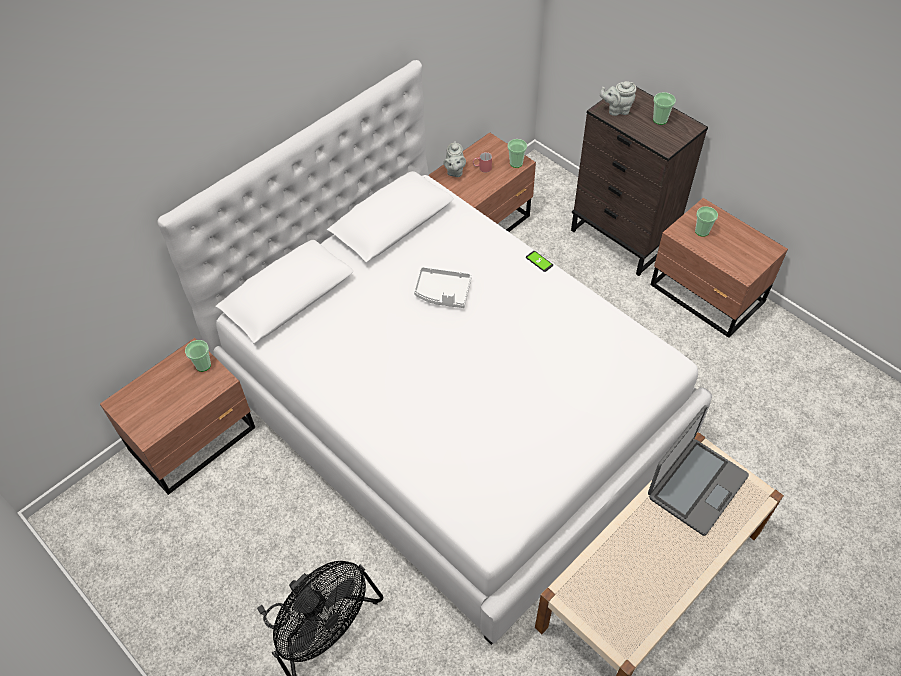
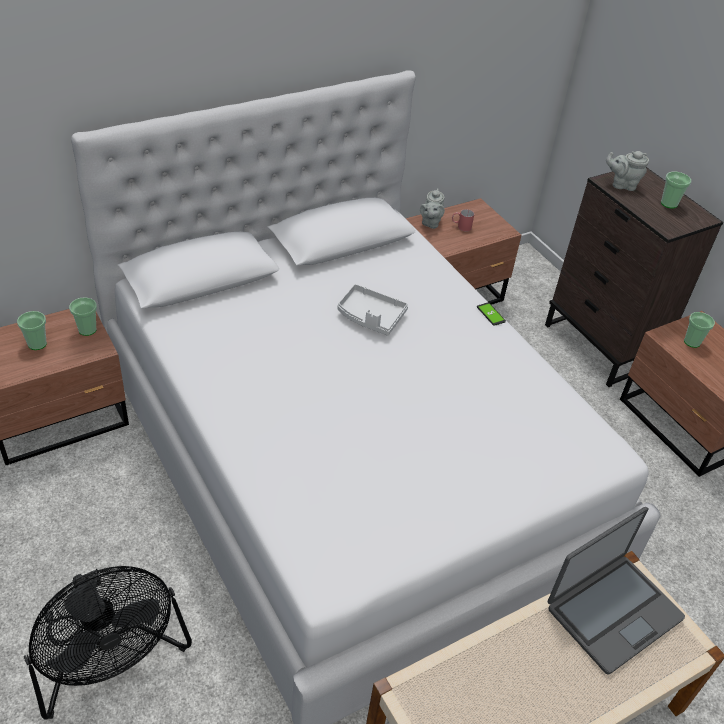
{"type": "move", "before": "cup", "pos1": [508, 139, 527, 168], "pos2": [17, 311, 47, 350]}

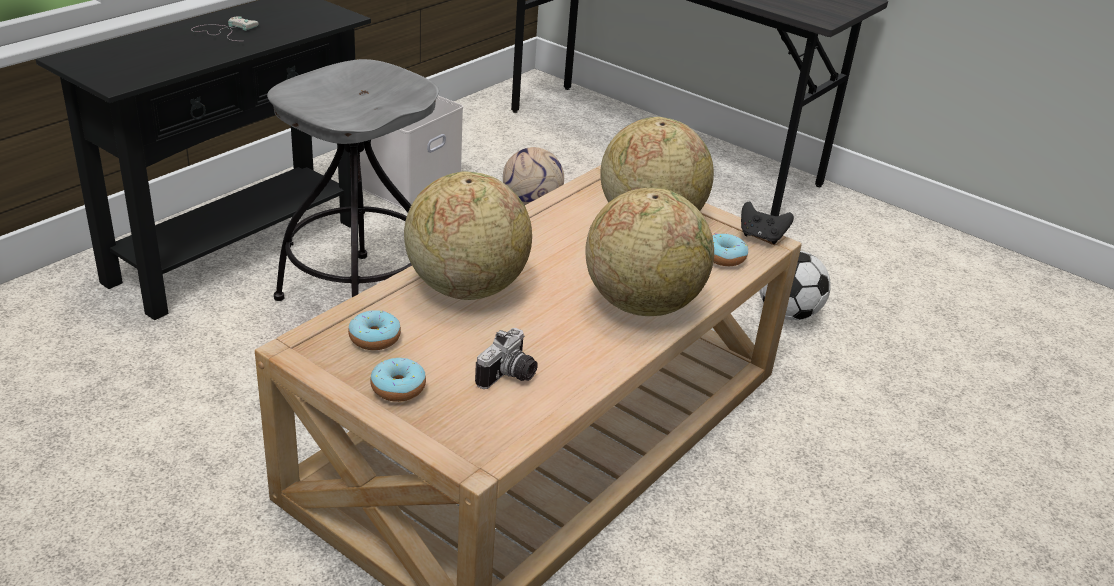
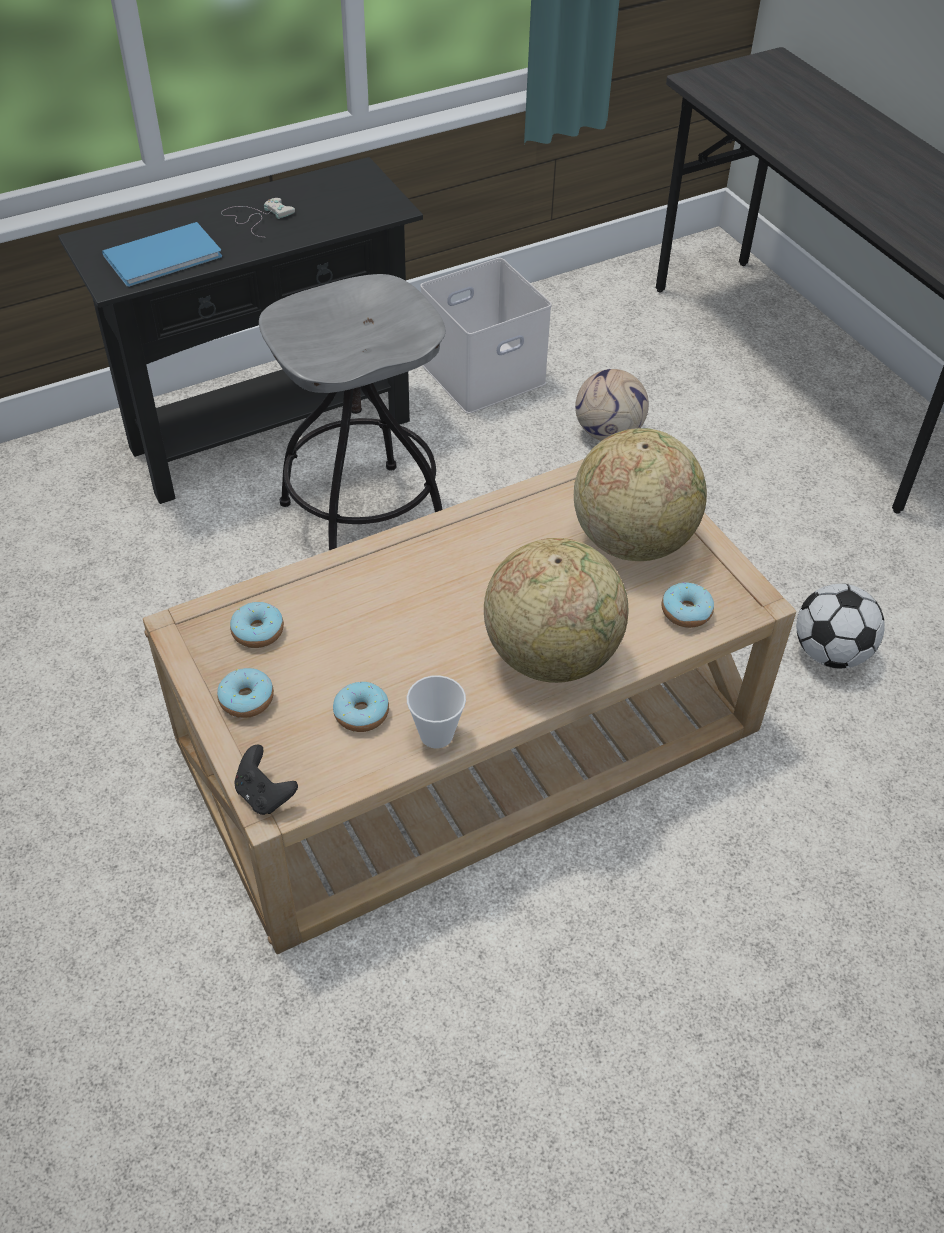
{"type": "delete", "before": "globe", "pos1": [404, 171, 532, 300]}
{"type": "insert", "after": "book (blue)", "pos2": [102, 222, 222, 287]}
{"type": "insert", "after": "cup", "pos2": [407, 675, 466, 749]}
{"type": "move", "before": "game controller (black)", "pos1": [741, 202, 794, 244], "pos2": [234, 745, 298, 815]}
{"type": "replace", "before": "photo camera", "after": "donut", "pos1": [475, 328, 538, 389], "pos2": [333, 682, 389, 732]}

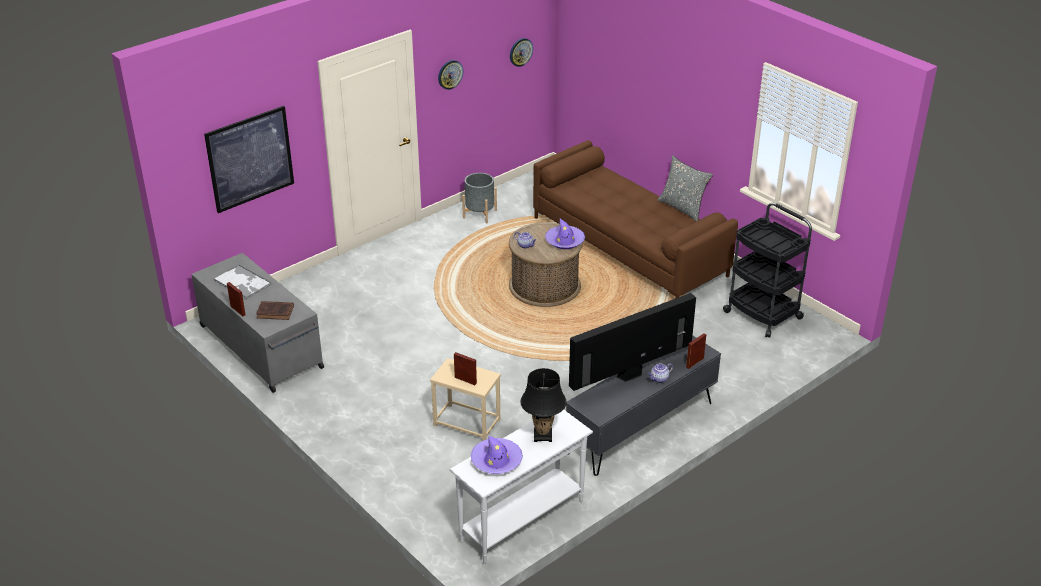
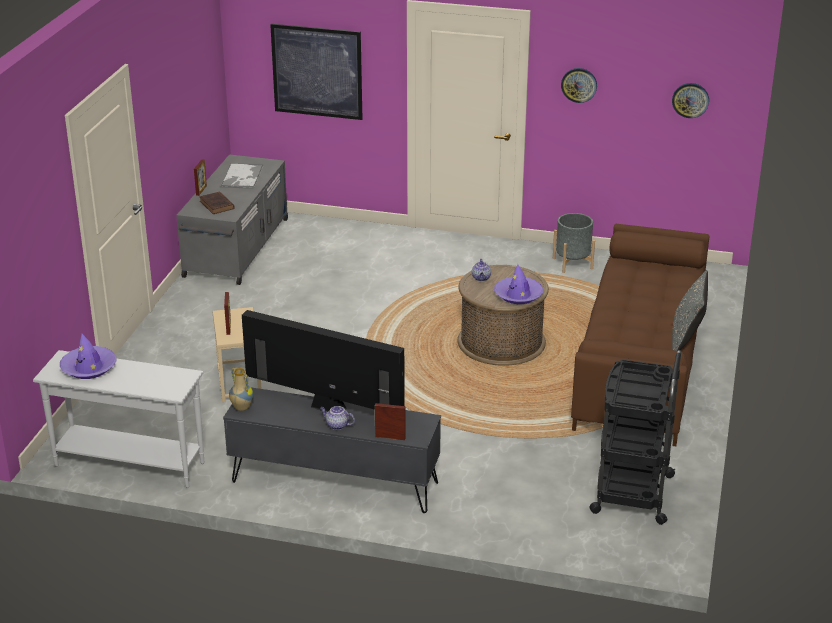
{"type": "delete", "before": "table lamp (black)", "pos1": [520, 368, 566, 442]}
{"type": "insert", "after": "vase", "pos2": [229, 368, 254, 411]}

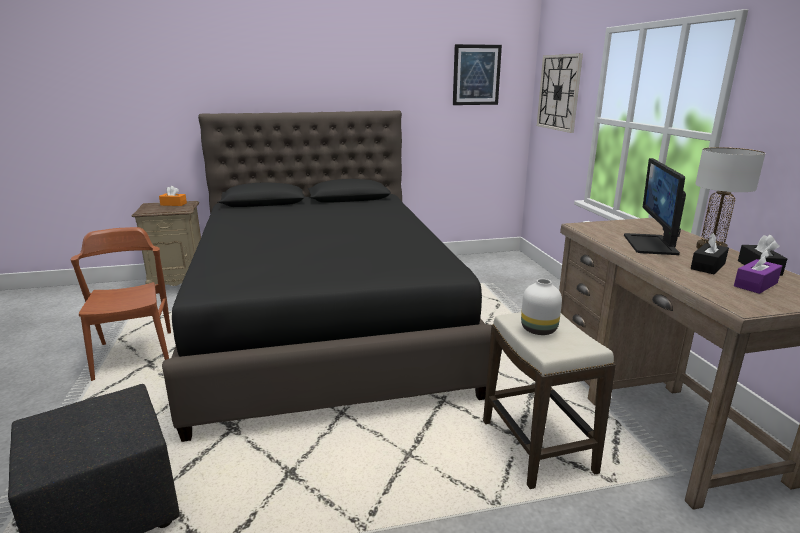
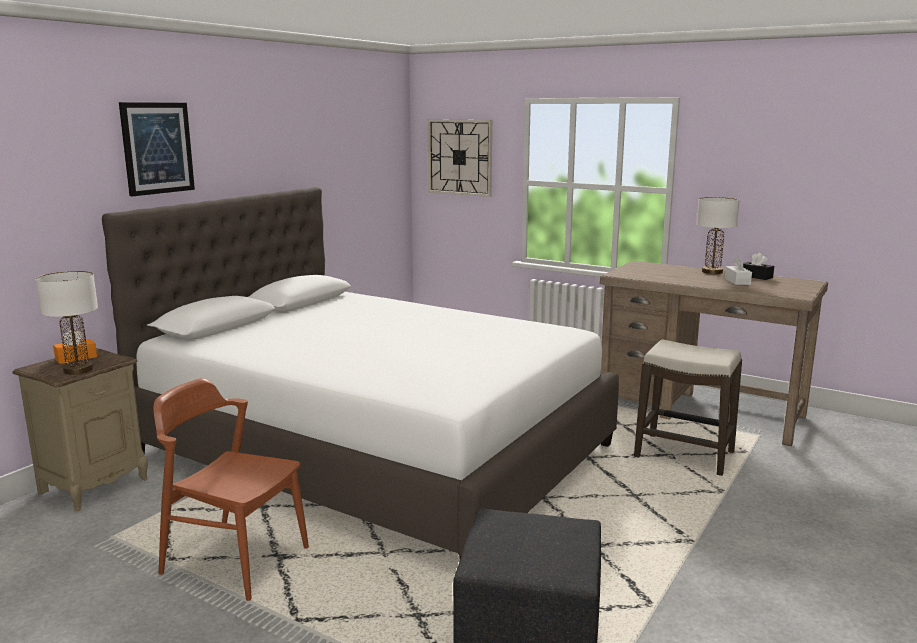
{"type": "delete", "before": "vase (white)", "pos1": [521, 279, 562, 335]}
{"type": "delete", "before": "monitor", "pos1": [624, 158, 686, 255]}
{"type": "delete", "before": "tissue box (purple)", "pos1": [734, 249, 782, 294]}
{"type": "insert", "after": "table lamp", "pos2": [36, 271, 98, 375]}
{"type": "move", "before": "picture", "pos1": [453, 44, 502, 105], "pos2": [119, 102, 195, 196]}
{"type": "recolor", "before": "bed (black)", "after": "bed (white)", "pos1": [162, 110, 492, 442], "pos2": [102, 187, 619, 559]}
{"type": "recolor", "before": "tissue box (black)", "after": "tissue box (white)", "pos1": [690, 233, 729, 274], "pos2": [725, 257, 752, 285]}

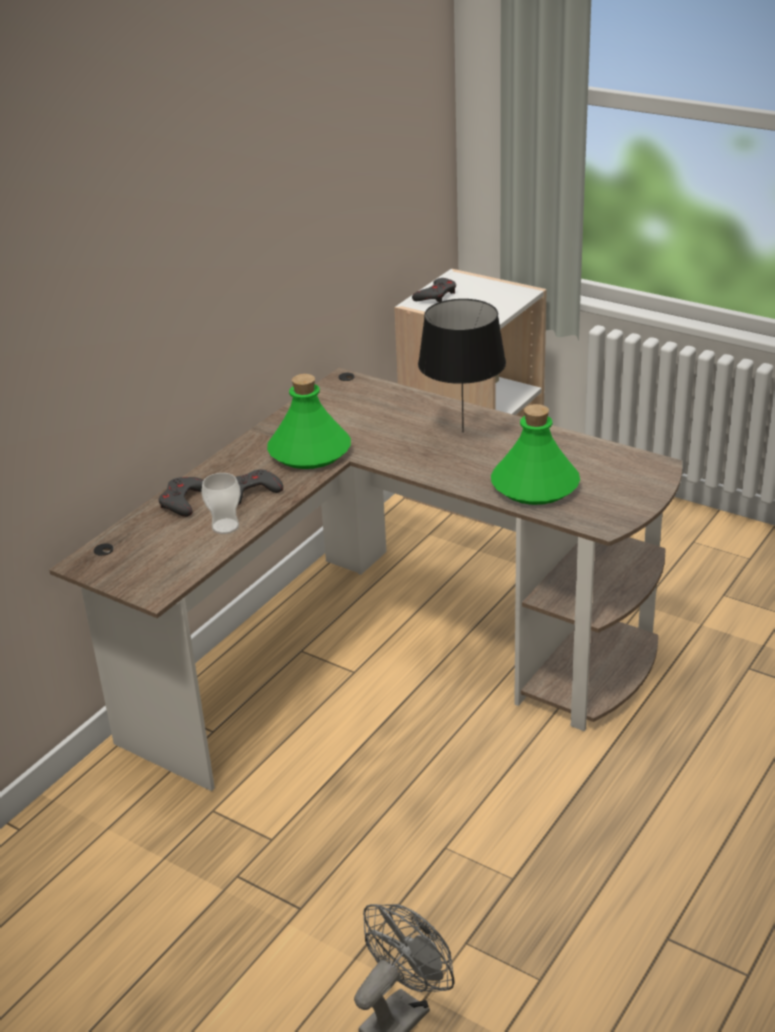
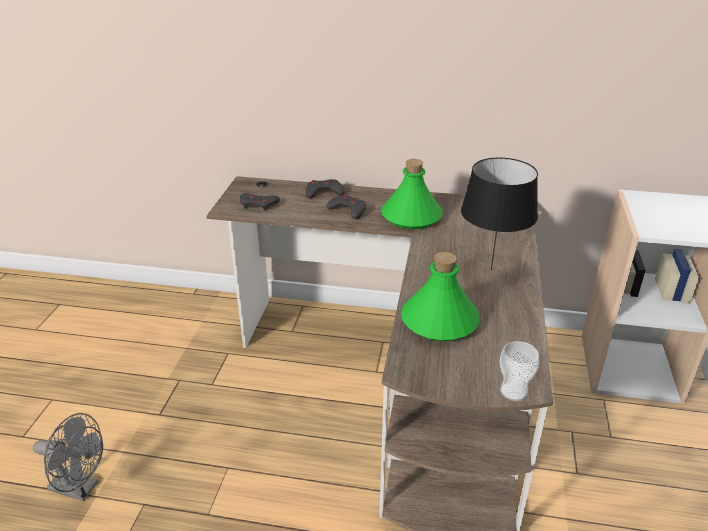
{"type": "move", "before": "cup", "pos1": [201, 473, 241, 534], "pos2": [500, 341, 539, 401]}
{"type": "move", "before": "game controller (grey)", "pos1": [412, 278, 456, 302], "pos2": [240, 193, 280, 211]}

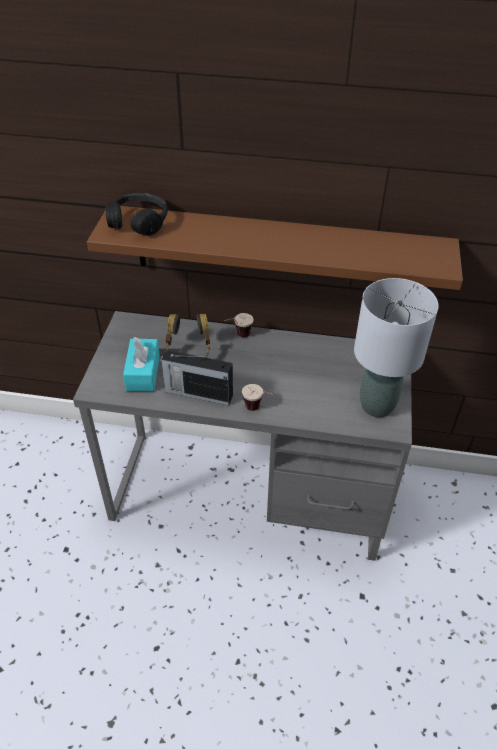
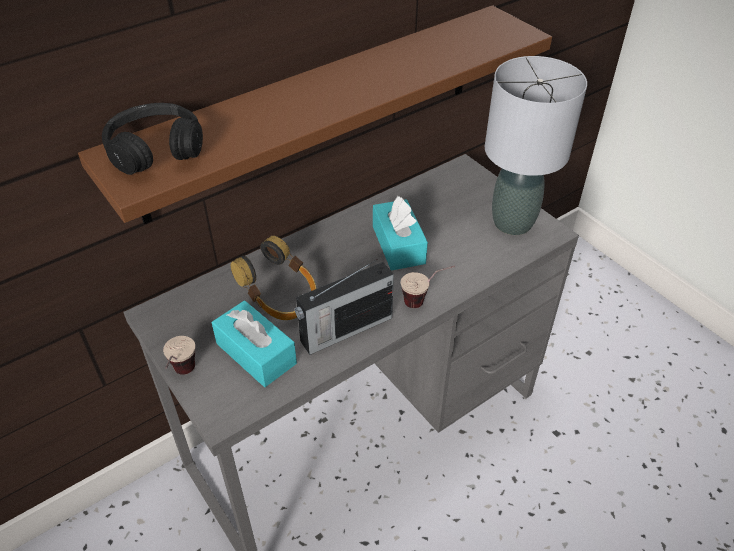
{"type": "insert", "after": "tissue box (turquoise)", "pos2": [373, 196, 428, 271]}
{"type": "move", "before": "cup", "pos1": [224, 313, 253, 337], "pos2": [163, 336, 195, 375]}

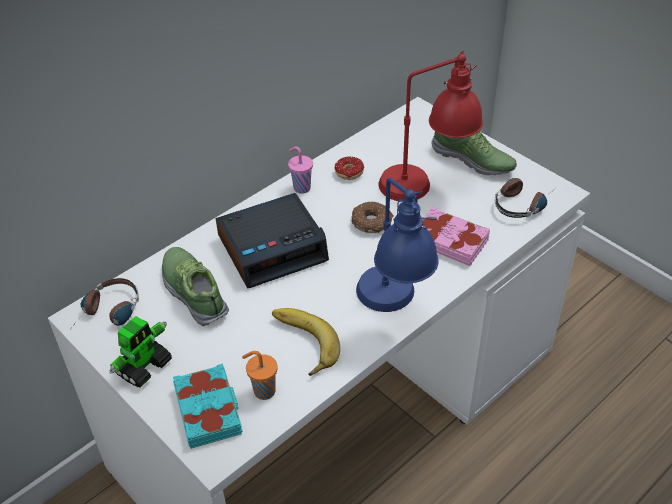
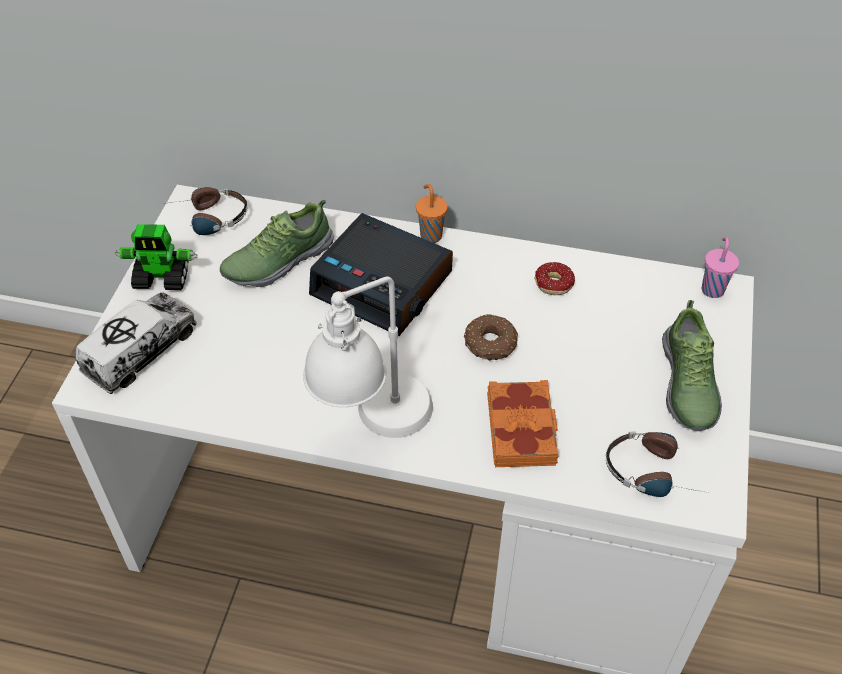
{"type": "delete", "before": "banana", "pos1": [272, 308, 340, 376]}
{"type": "delete", "before": "table lamp (red)", "pos1": [379, 51, 483, 201]}
{"type": "move", "before": "cup (orange)", "pos1": [242, 351, 278, 400], "pos2": [416, 184, 448, 243]}
{"type": "move", "before": "cup (pink)", "pos1": [288, 146, 313, 194], "pos2": [702, 237, 739, 298]}
{"type": "replace", "before": "book (turquoise)", "after": "toy truck", "pos1": [173, 364, 242, 449], "pos2": [76, 292, 196, 394]}
{"type": "recolor", "before": "table lamp (blue)", "after": "table lamp (white)", "pos1": [356, 178, 439, 312], "pos2": [303, 277, 433, 438]}
{"type": "recolor", "before": "book (pink)", "after": "book (orange)", "pos1": [423, 207, 490, 266], "pos2": [487, 380, 559, 467]}
{"type": "rotate", "before": "shoe", "pos1": [162, 247, 229, 326], "pos2": [220, 200, 334, 287], "turn": -150}

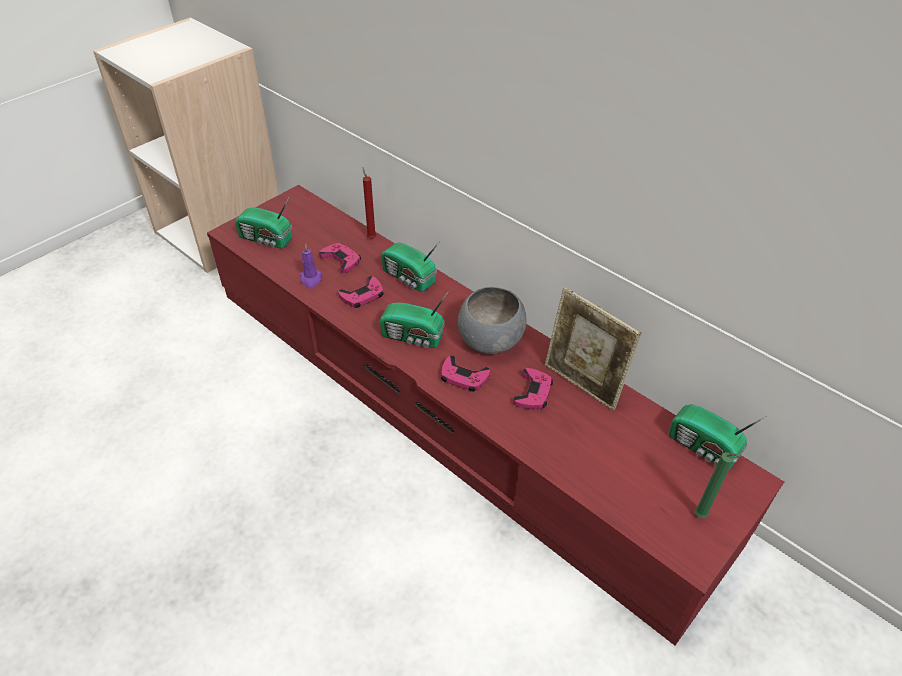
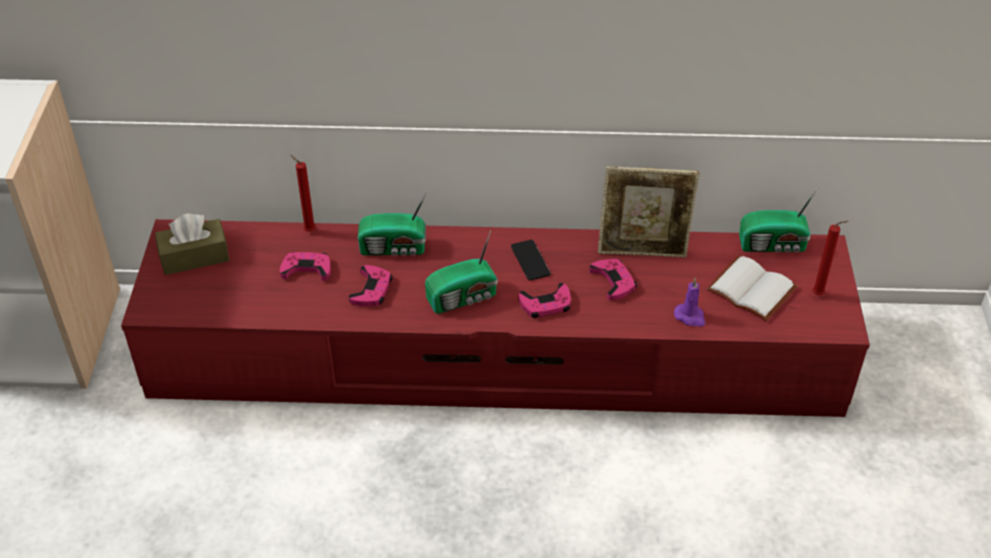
{"type": "delete", "before": "radio", "pos1": [235, 196, 292, 249]}
{"type": "insert", "after": "tissue box (brown)", "pos2": [155, 213, 230, 275]}
{"type": "insert", "after": "book (white)", "pos2": [707, 256, 798, 321]}
{"type": "move", "before": "candle (purple)", "pos1": [300, 244, 322, 288], "pos2": [674, 277, 705, 326]}
{"type": "replace", "before": "bowl (grey)", "after": "phone", "pos1": [458, 287, 527, 354], "pos2": [511, 240, 551, 280]}
{"type": "recolor", "before": "candle (green)", "after": "candle (red)", "pos1": [695, 452, 743, 518], "pos2": [812, 221, 848, 295]}

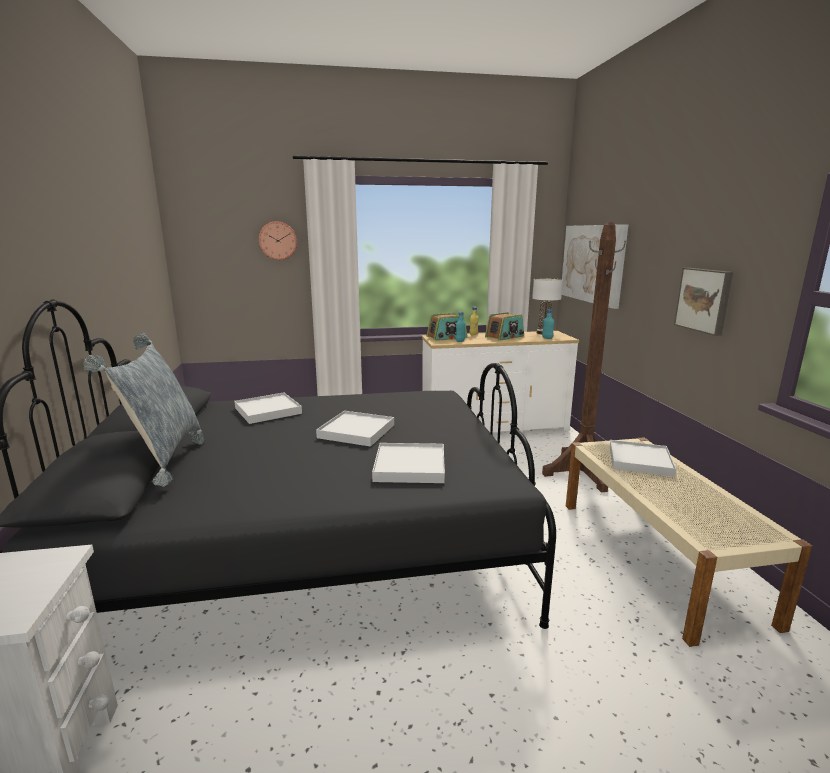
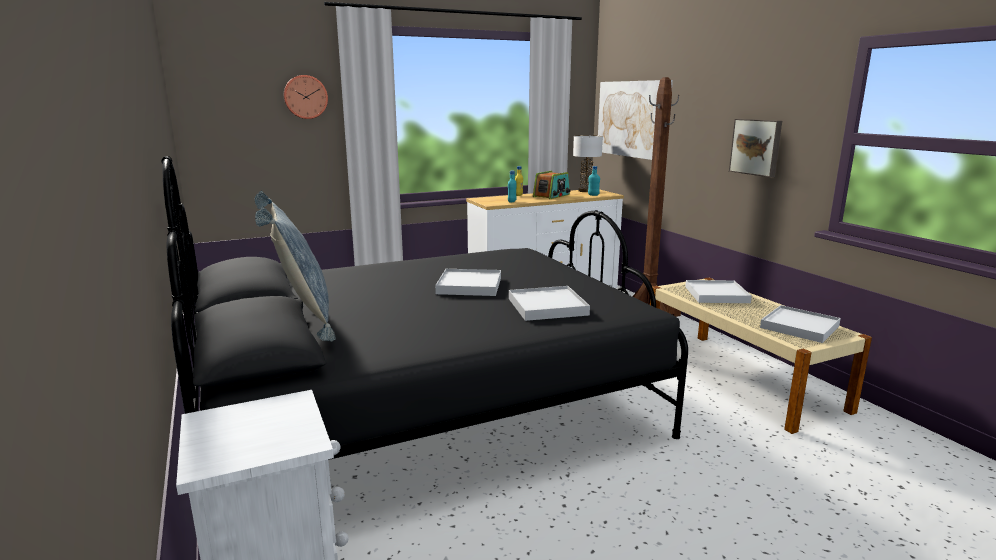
{"type": "delete", "before": "radio", "pos1": [426, 313, 468, 341]}
{"type": "move", "before": "tray (white)", "pos1": [234, 393, 302, 424], "pos2": [760, 305, 841, 343]}

